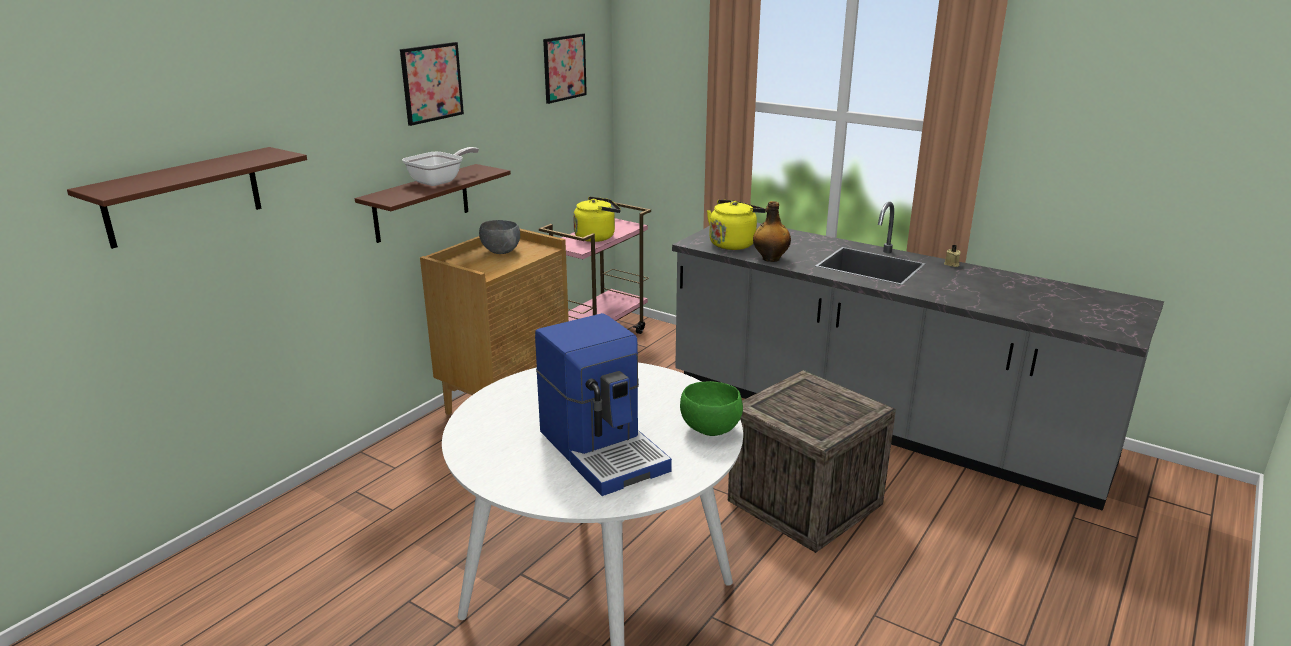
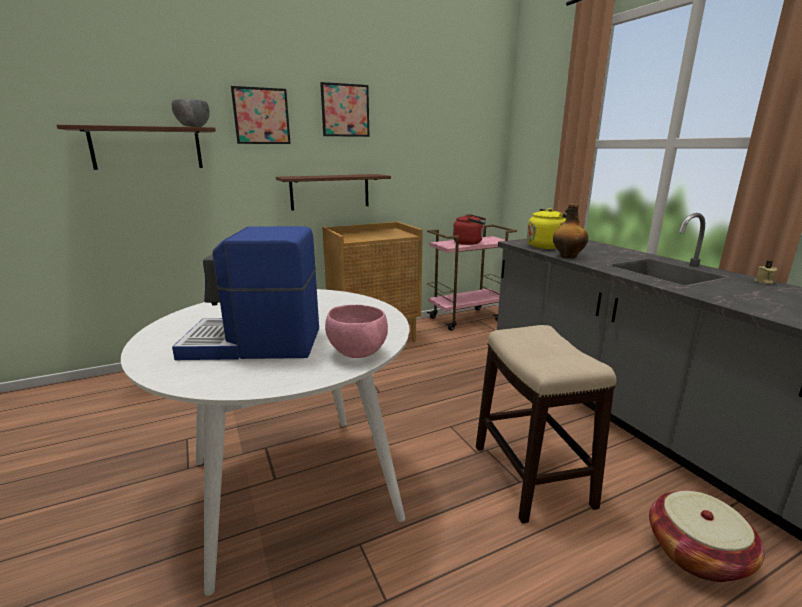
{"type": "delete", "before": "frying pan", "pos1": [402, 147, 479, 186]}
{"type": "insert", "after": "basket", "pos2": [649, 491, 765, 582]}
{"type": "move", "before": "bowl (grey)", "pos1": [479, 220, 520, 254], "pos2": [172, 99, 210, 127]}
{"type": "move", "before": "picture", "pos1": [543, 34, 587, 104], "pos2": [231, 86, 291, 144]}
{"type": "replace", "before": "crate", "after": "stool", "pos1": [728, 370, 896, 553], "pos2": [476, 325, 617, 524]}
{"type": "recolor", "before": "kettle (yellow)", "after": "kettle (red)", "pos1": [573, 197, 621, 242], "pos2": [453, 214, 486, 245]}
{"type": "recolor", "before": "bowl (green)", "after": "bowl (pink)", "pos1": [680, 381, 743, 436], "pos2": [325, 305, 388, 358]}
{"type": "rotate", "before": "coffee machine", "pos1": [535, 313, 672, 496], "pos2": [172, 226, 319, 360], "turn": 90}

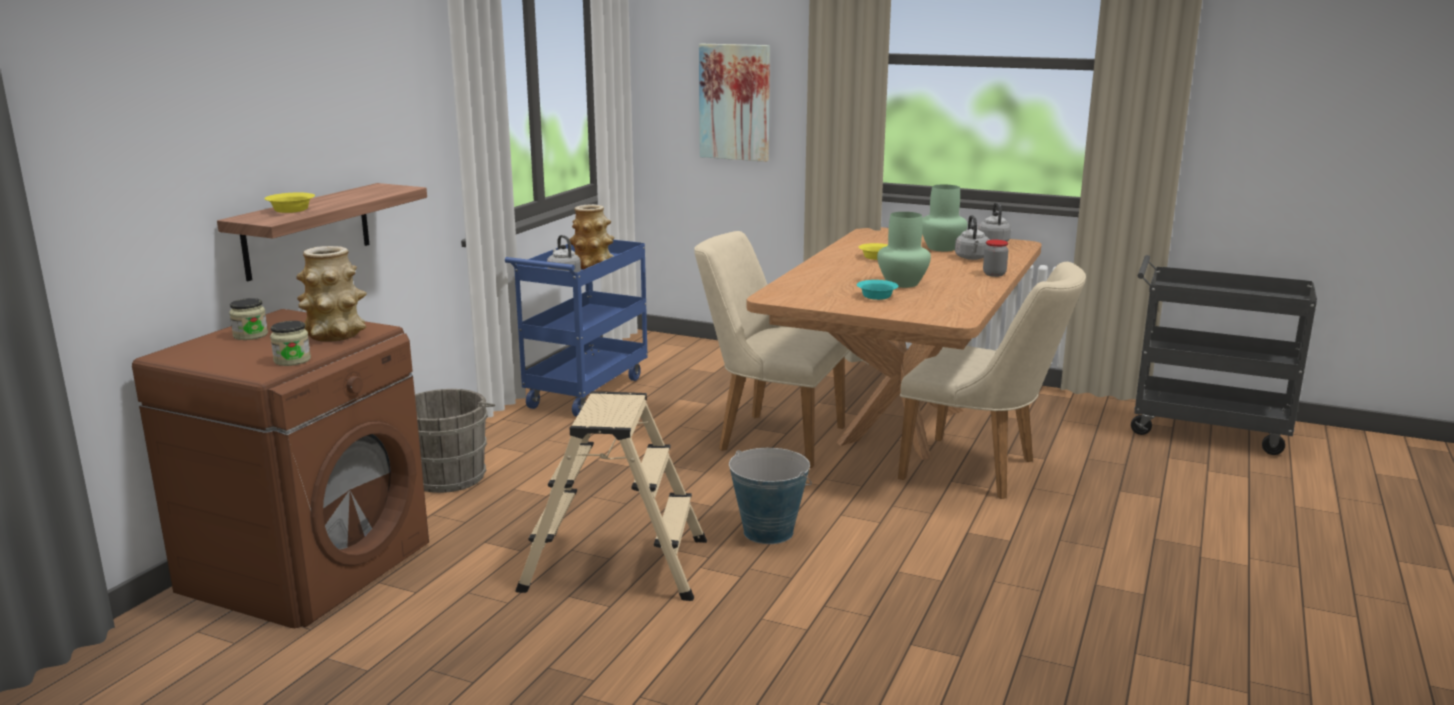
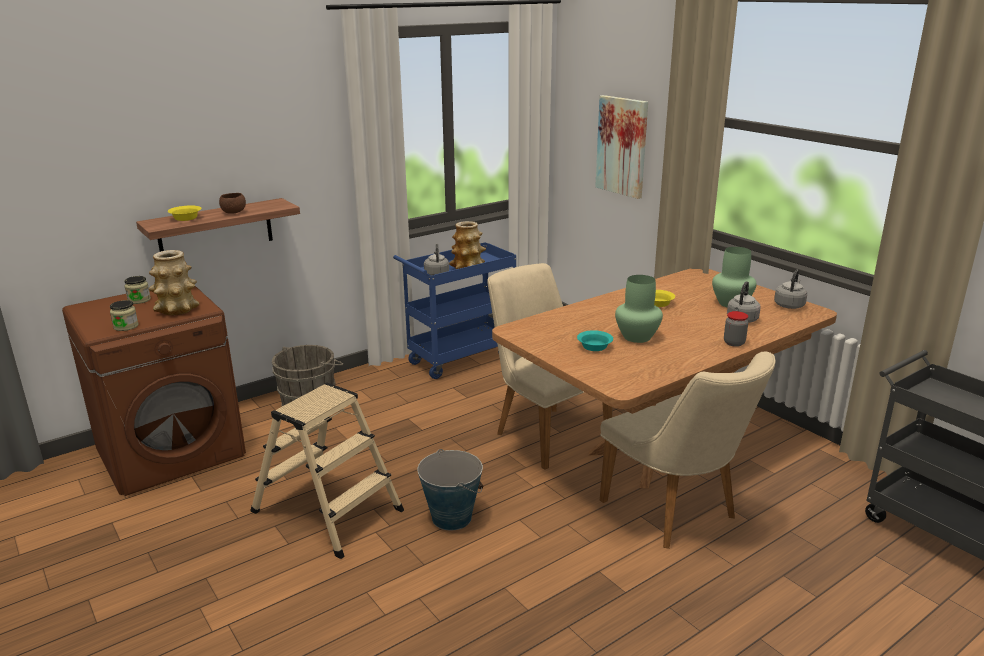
{"type": "insert", "after": "bowl (brown)", "pos2": [219, 193, 246, 214]}

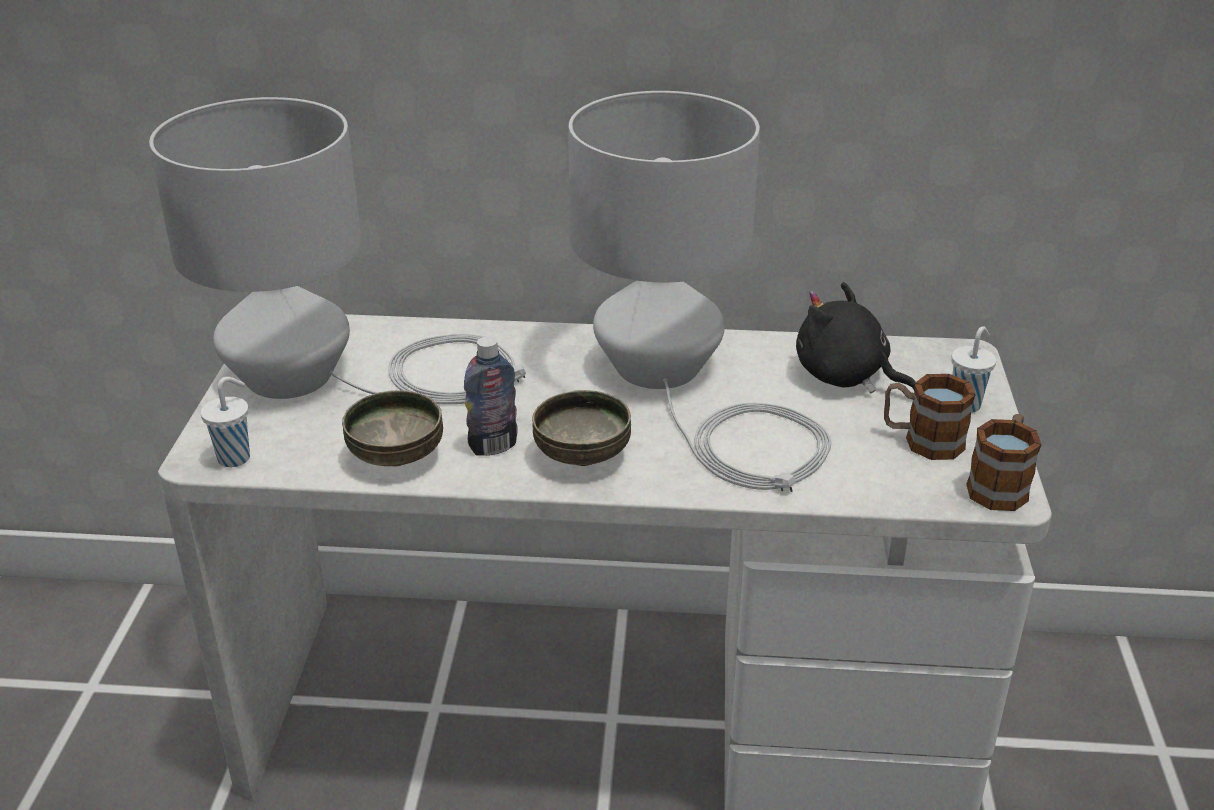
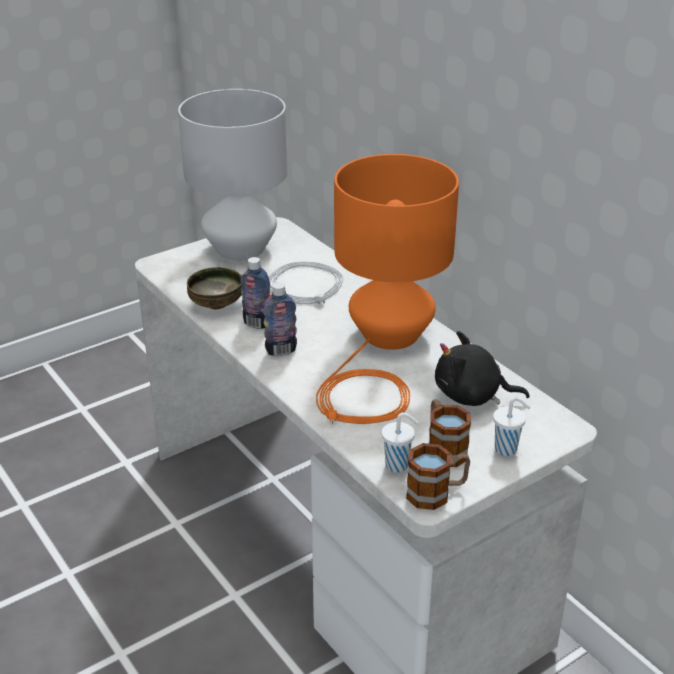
{"type": "move", "before": "cup (white)", "pos1": [201, 377, 250, 467], "pos2": [382, 412, 419, 472]}
{"type": "replace", "before": "bowl", "after": "bottle", "pos1": [532, 390, 631, 466], "pos2": [263, 282, 297, 356]}
{"type": "recolor", "before": "table lamp (white)", "after": "table lamp (orange)", "pos1": [568, 91, 831, 492], "pos2": [316, 154, 459, 424]}
{"type": "rotate", "before": "plush toy (black)", "pos1": [796, 282, 916, 393], "pos2": [435, 331, 529, 406], "turn": -75}

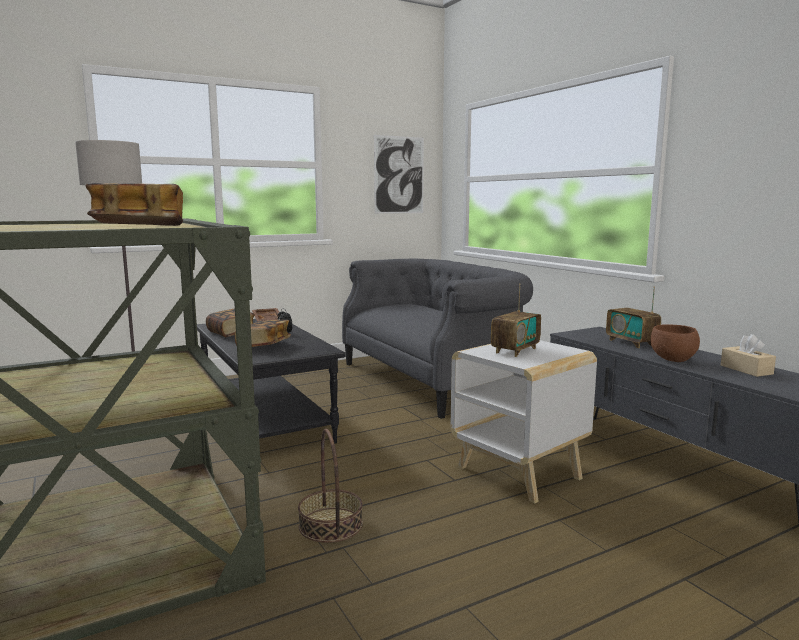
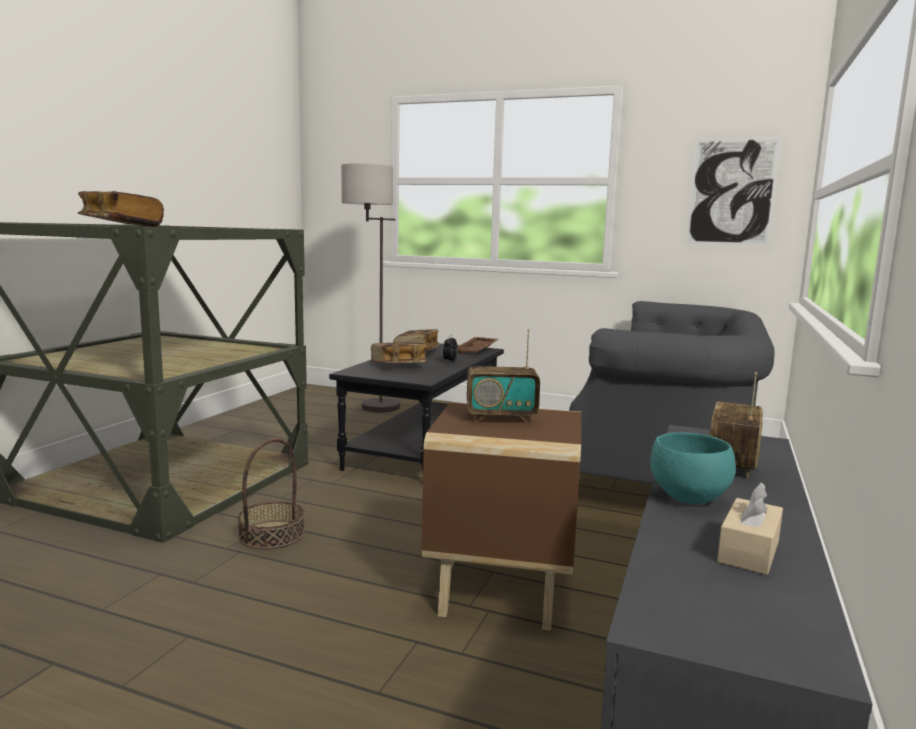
{"type": "recolor", "before": "side table (white)", "after": "side table (brown)", "pos1": [450, 340, 597, 504], "pos2": [422, 402, 581, 631]}
{"type": "recolor", "before": "bowl (brown)", "after": "bowl (turquoise)", "pos1": [650, 324, 700, 362], "pos2": [650, 432, 736, 504]}

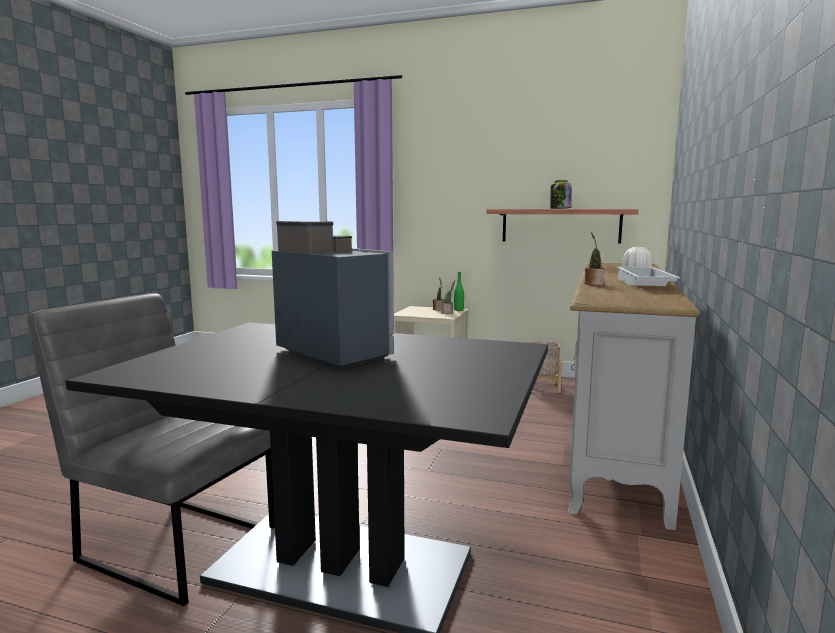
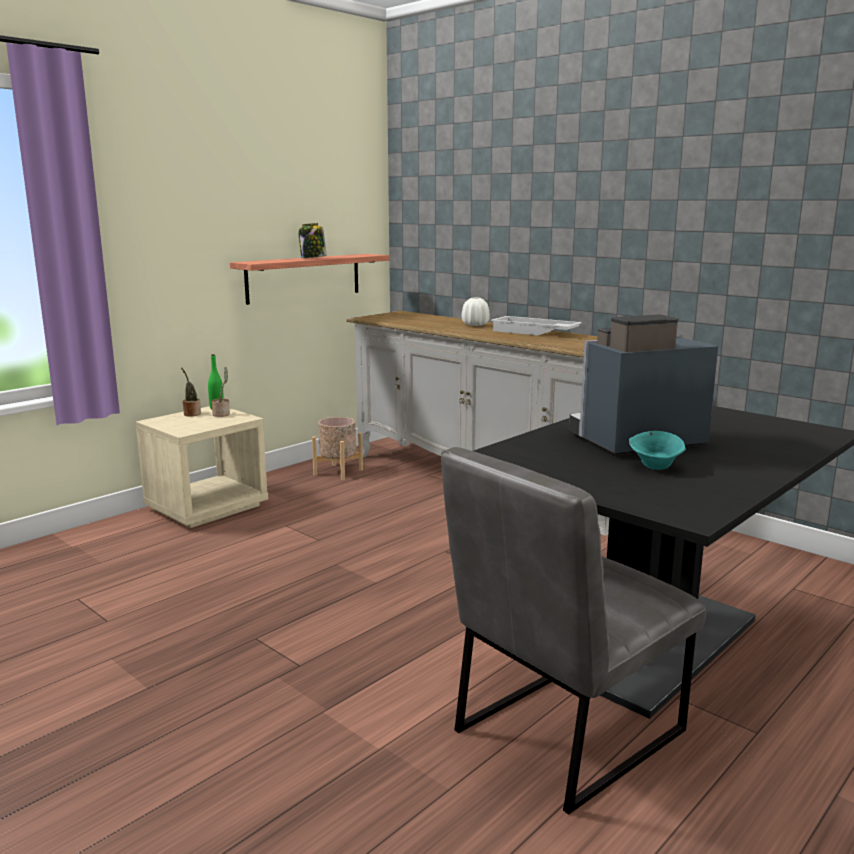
{"type": "delete", "before": "potted plant", "pos1": [585, 232, 605, 285]}
{"type": "insert", "after": "bowl (turquoise)", "pos2": [629, 431, 686, 470]}

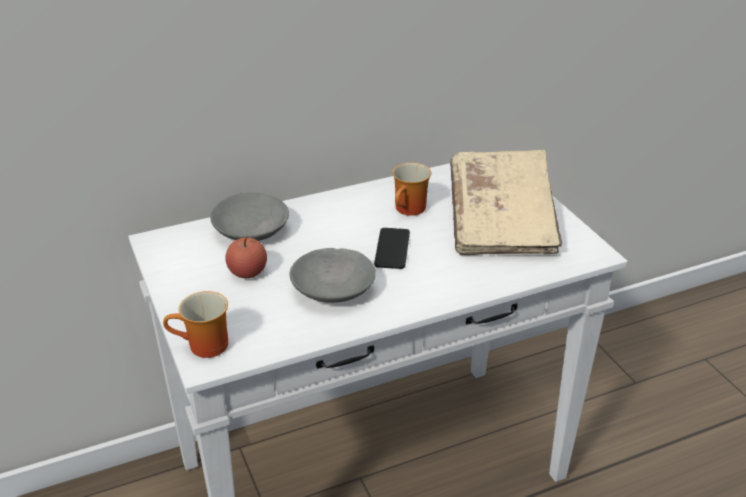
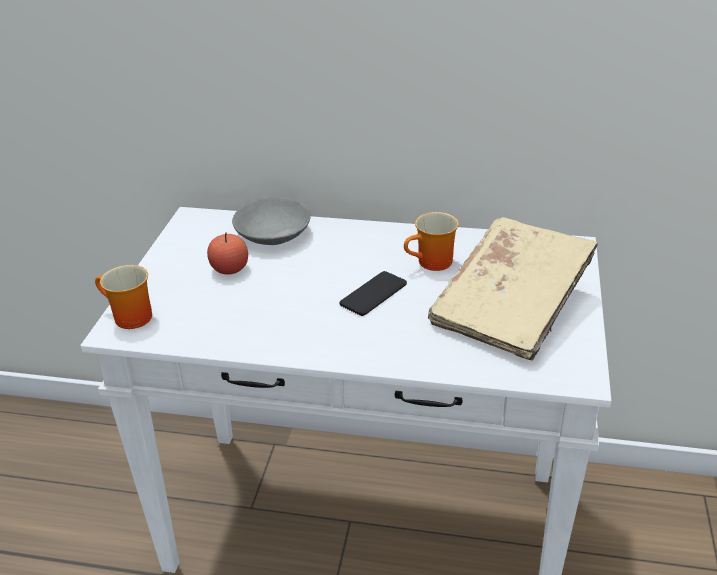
{"type": "delete", "before": "bowl (grey)", "pos1": [289, 248, 376, 303]}

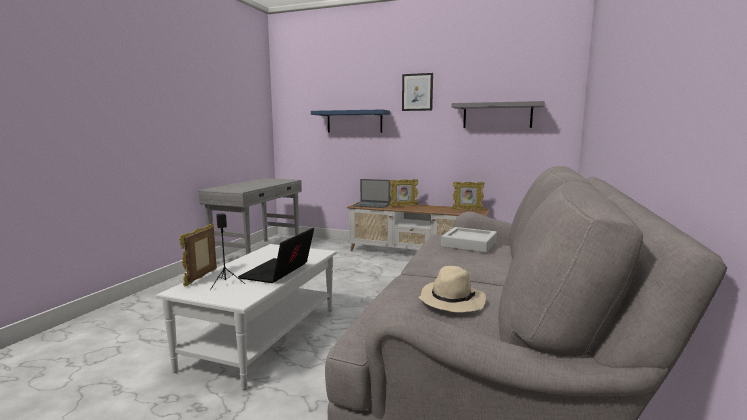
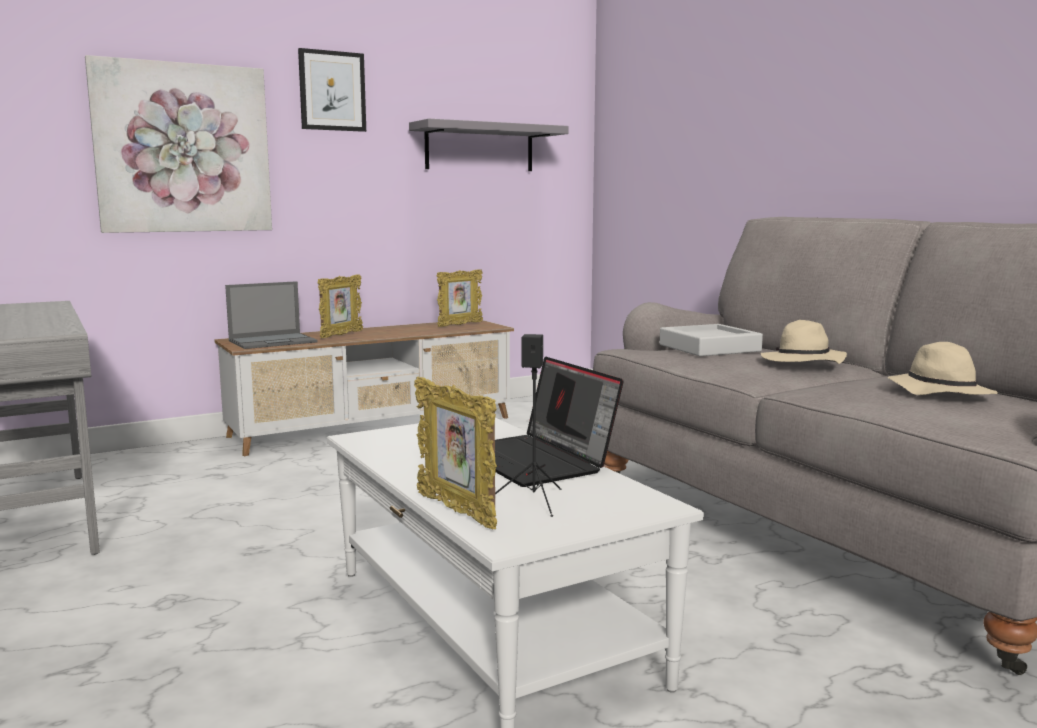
{"type": "insert", "after": "hat (beige)", "pos2": [761, 320, 847, 364]}
{"type": "replace", "before": "shelf (blue)", "after": "picture", "pos1": [311, 109, 390, 133], "pos2": [85, 55, 272, 233]}

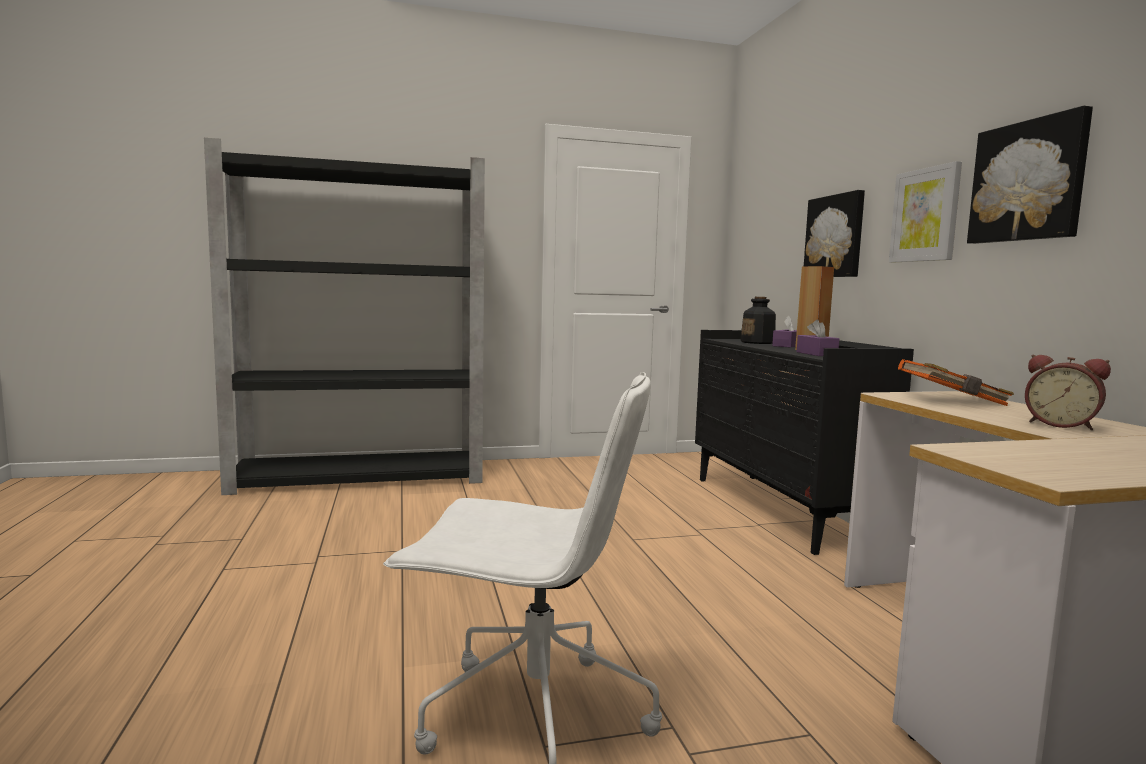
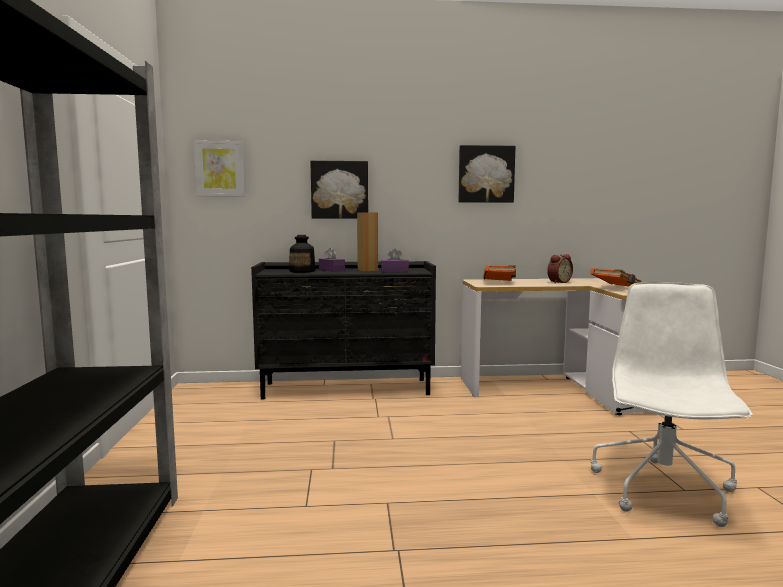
{"type": "insert", "after": "book (orange)", "pos2": [590, 268, 642, 287]}
{"type": "move", "before": "picture", "pos1": [889, 161, 962, 262], "pos2": [194, 140, 245, 196]}

